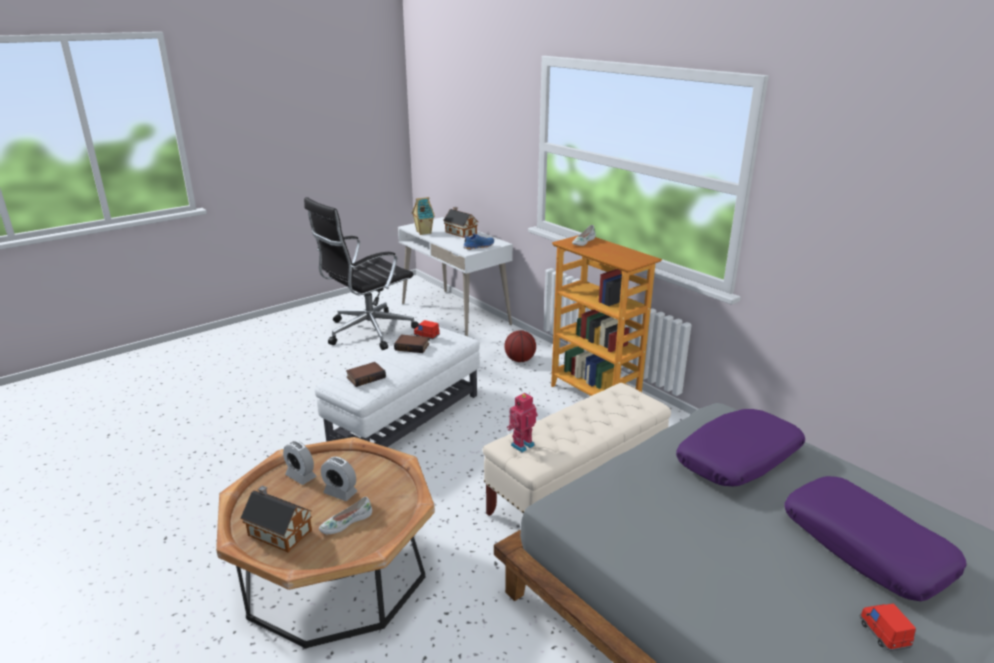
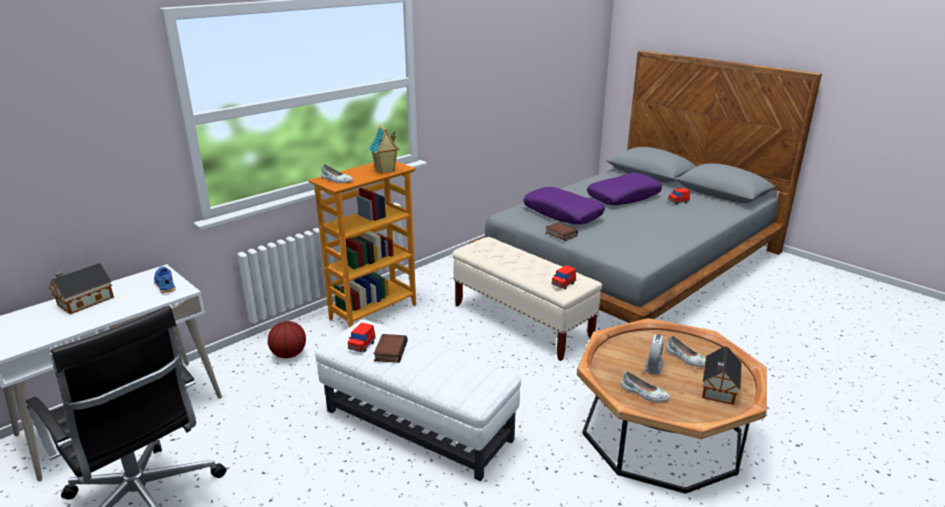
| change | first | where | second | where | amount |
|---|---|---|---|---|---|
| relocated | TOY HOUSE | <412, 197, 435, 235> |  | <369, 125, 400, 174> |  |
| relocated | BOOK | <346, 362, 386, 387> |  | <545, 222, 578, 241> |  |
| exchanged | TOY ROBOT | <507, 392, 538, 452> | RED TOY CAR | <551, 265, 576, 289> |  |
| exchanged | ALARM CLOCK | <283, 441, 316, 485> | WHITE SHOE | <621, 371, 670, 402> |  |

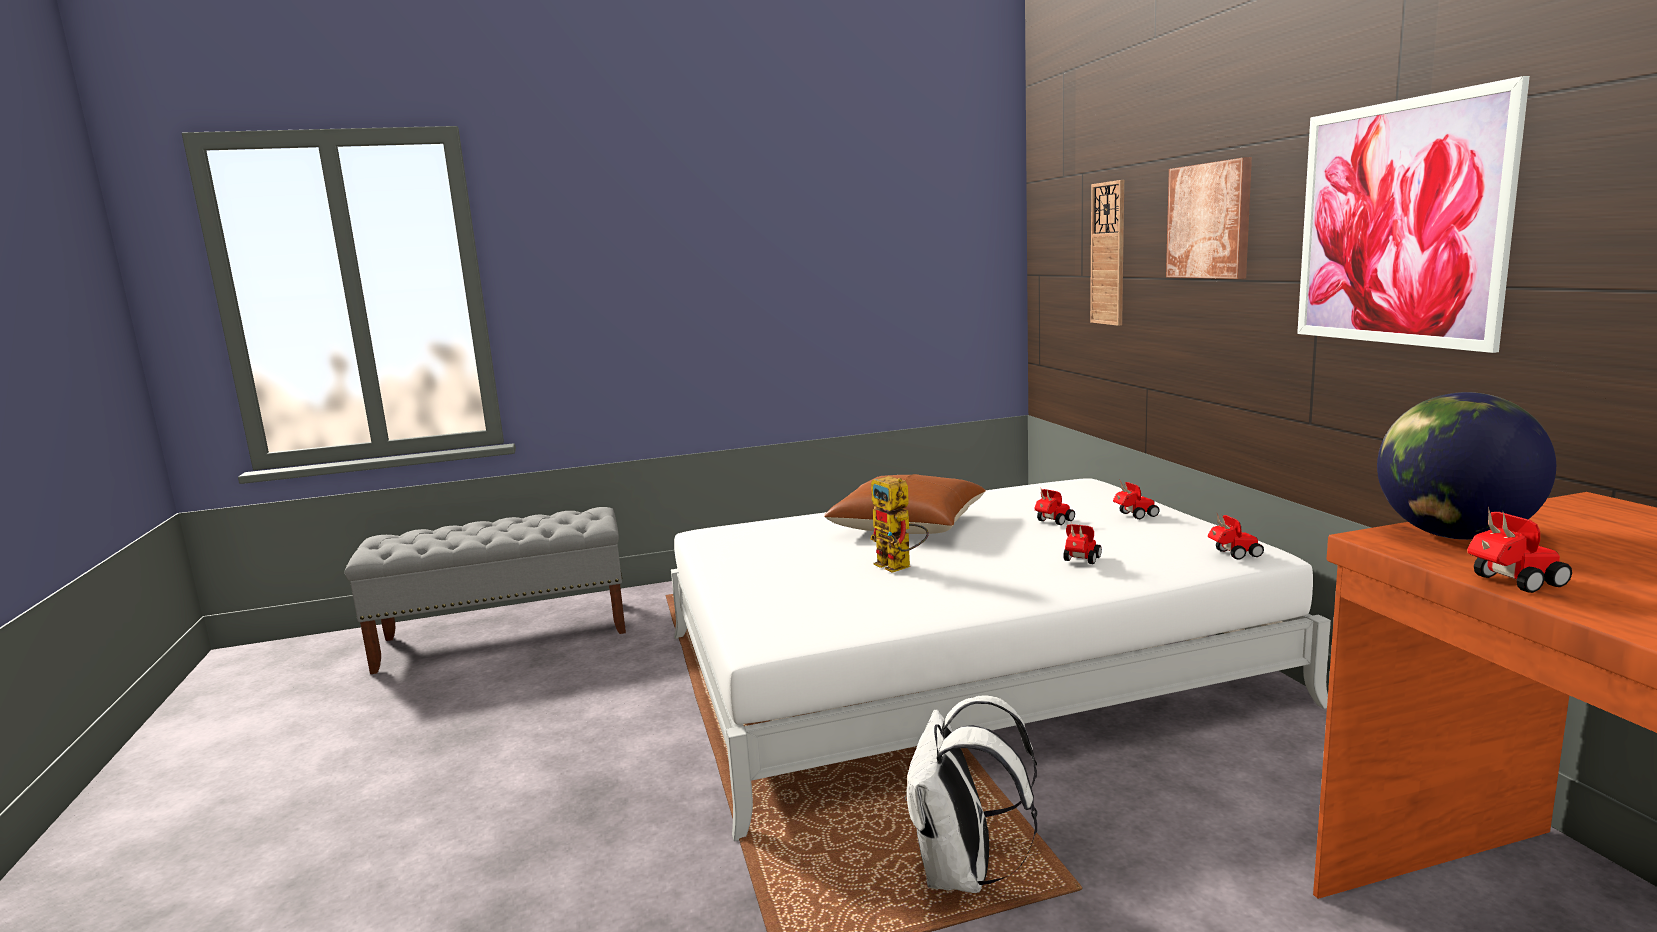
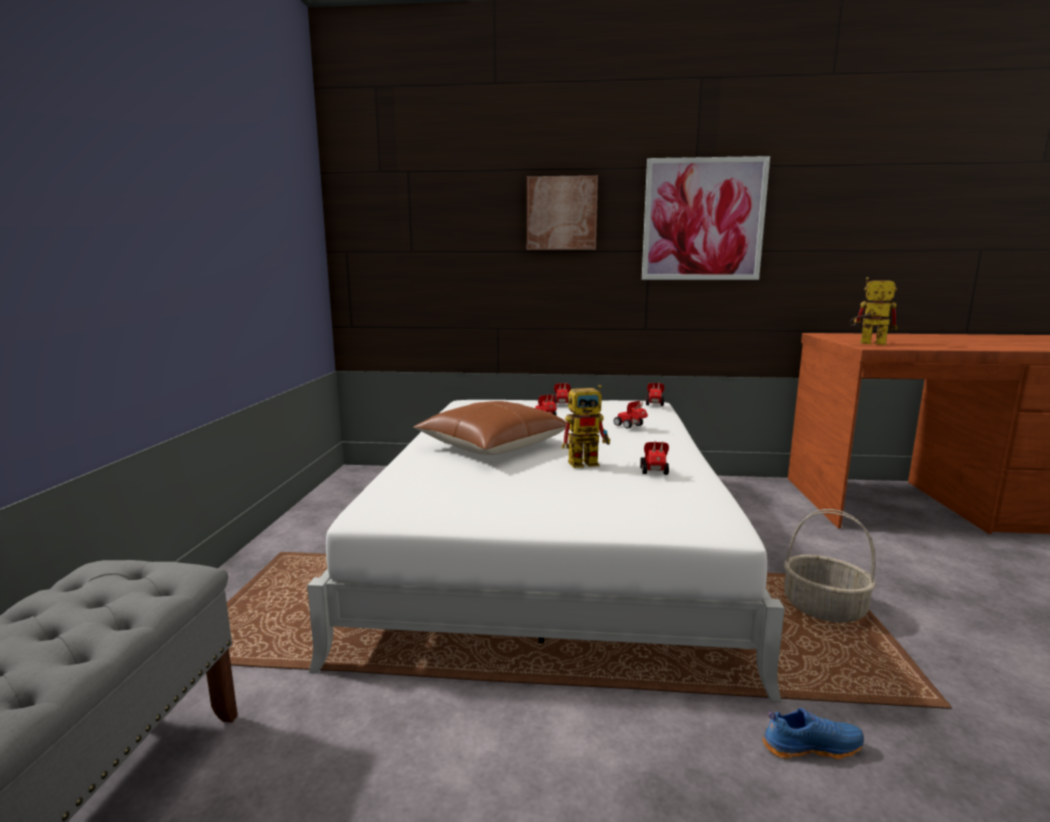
| change | first | where | second | where | amount |
|---|---|---|---|---|---|
| relocated | TOY CAR | <1468, 507, 1572, 593> |  | <640, 441, 669, 475> |  |
| appeared |  |  | BLUE SHOE | <763, 708, 864, 760> |  |
| exchanged | WHITE BACKPACK | <905, 695, 1037, 893> | BASKET | <784, 509, 876, 623> |  |
| exchanged | GLOBE | <1377, 392, 1556, 540> | TOY ROBOT | <849, 277, 897, 345> |  |
| missing | WALL CLOCK | <1090, 180, 1124, 326> |  |  |  |

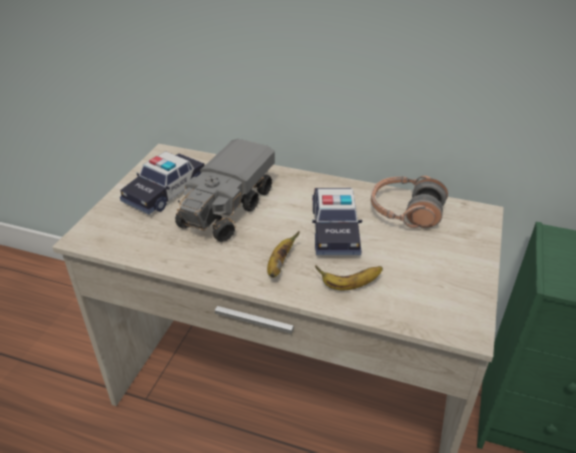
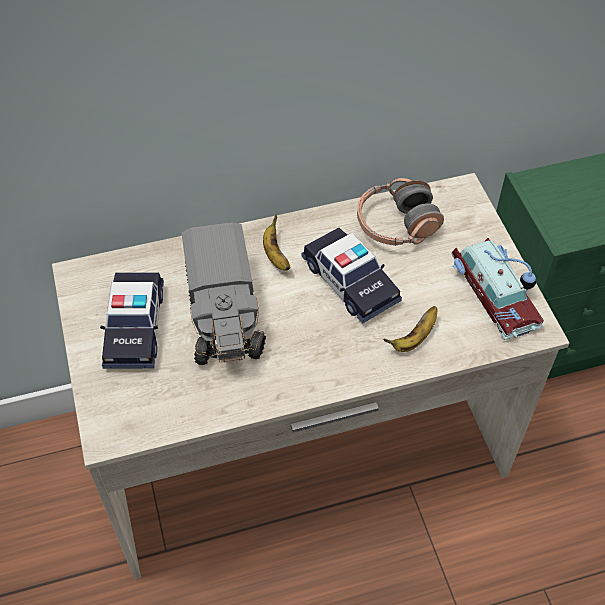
| change | first | where | second | where | amount |
|---|---|---|---|---|---|
| relocated | BANANA | <267, 231, 300, 278> |  | <263, 214, 290, 271> |  |
| appeared |  |  | TOY CAR | <452, 238, 544, 340> |  |

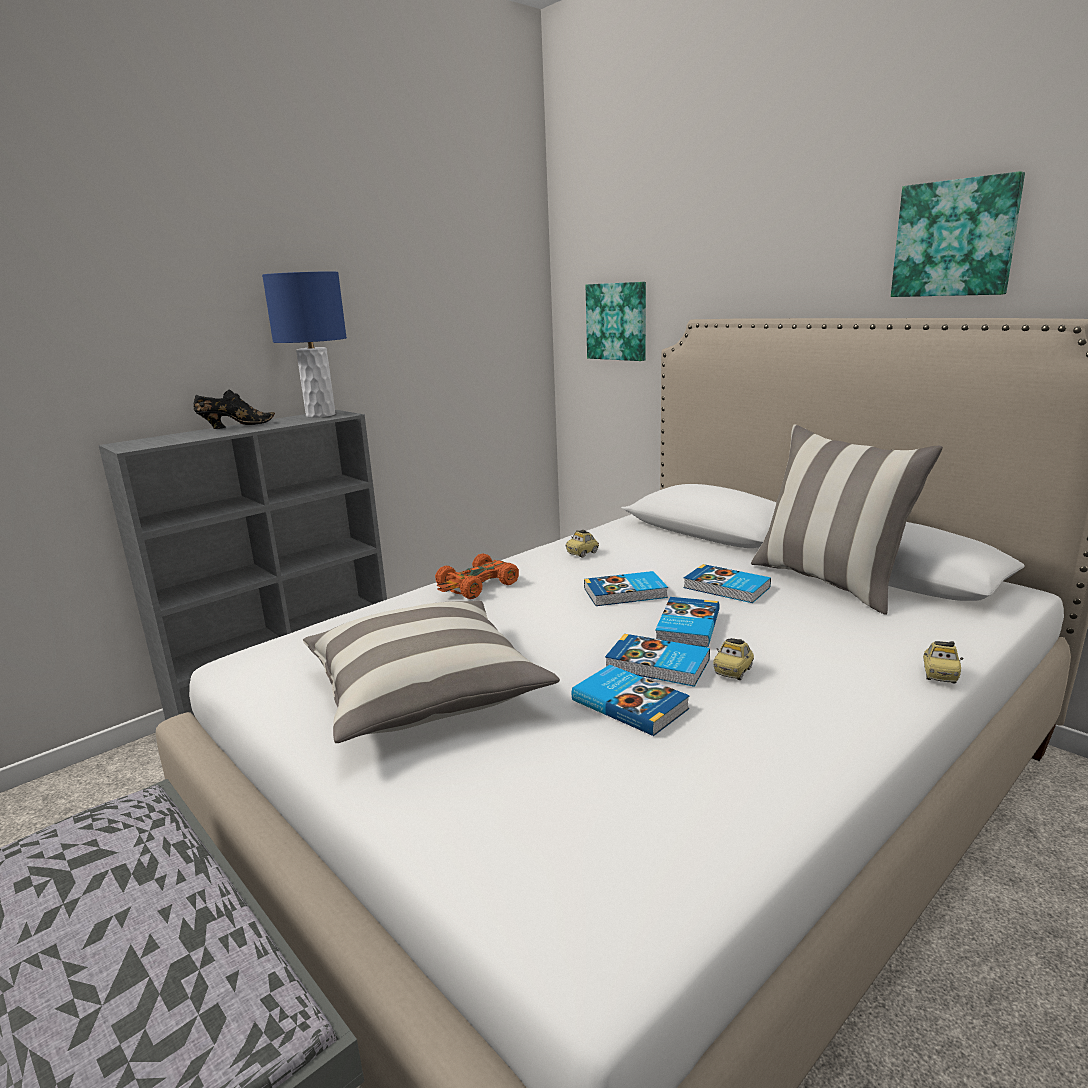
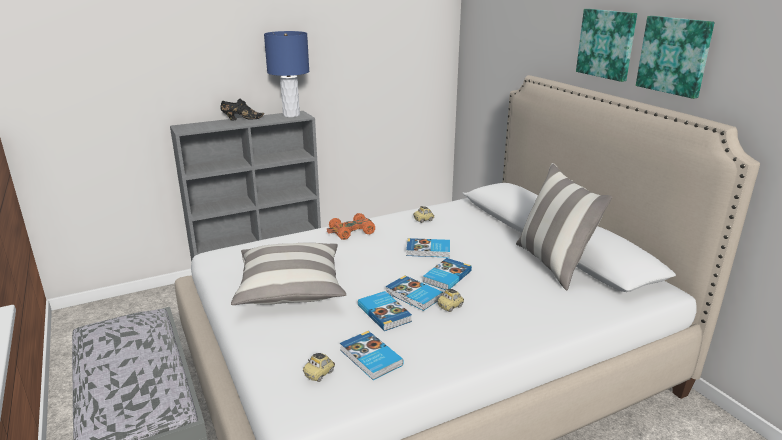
| change | first | where | second | where | amount |
|---|---|---|---|---|---|
| relocated | TOY CAR | <923, 641, 963, 683> |  | <303, 353, 335, 382> |  |
| relocated | BOOK | <683, 564, 771, 603> |  | <340, 331, 404, 380> |  |
| relocated | PICTURE | <586, 282, 646, 361> |  | <576, 9, 637, 82> |  |

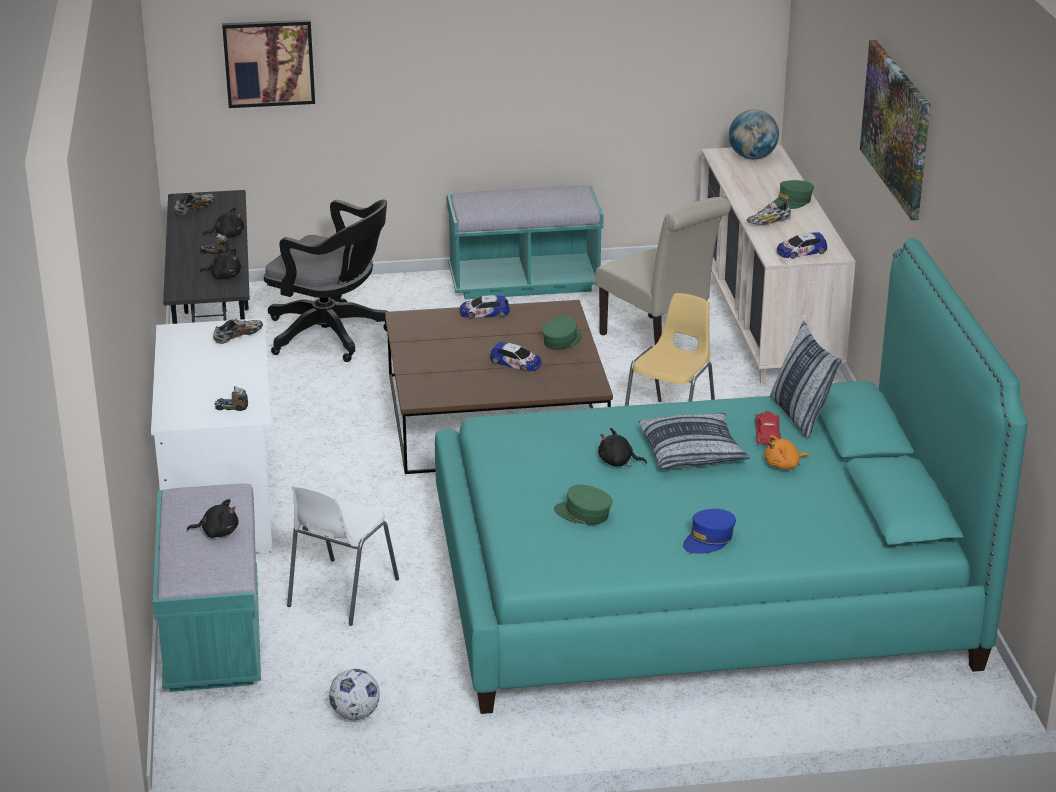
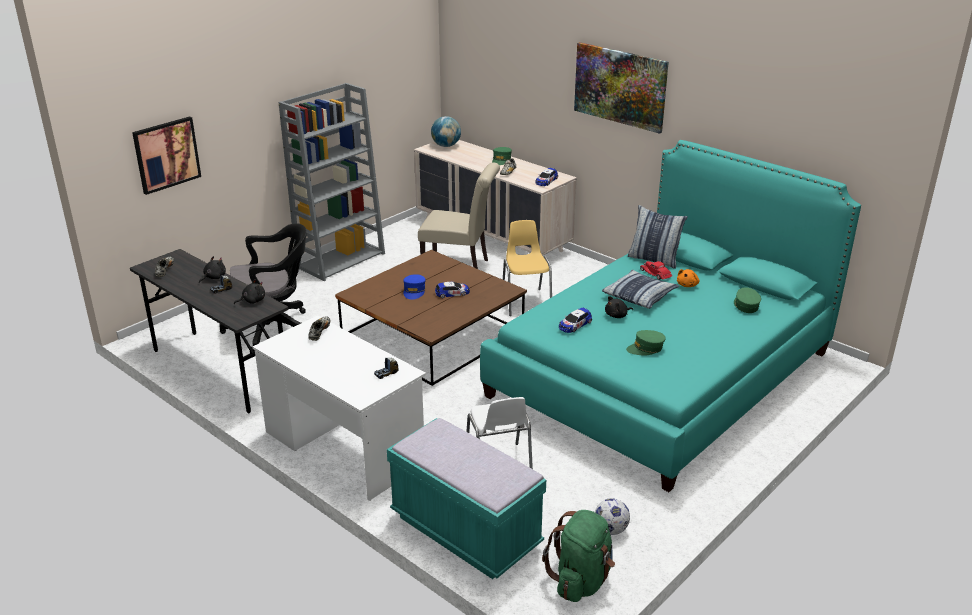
| change | first | where | second | where | amount |
|---|---|---|---|---|---|
| exchanged | TURQUOISE BENCH | <447, 185, 604, 299> | GREY BOOKCASE | <278, 83, 385, 281> |  |
| relocated | BLUE CAP | <683, 509, 736, 554> |  | <403, 274, 426, 300> |  |
| appeared |  |  | GREEN BACKPACK | <542, 510, 615, 602> |  |
| relocated | TOY CAR | <460, 295, 510, 319> |  | <559, 308, 592, 333> |  |
| relocated | GREEN CAP | <542, 316, 582, 350> |  | <734, 287, 761, 313> |  |
| missing | BLACK PLUSH TOY | <187, 499, 239, 538> |  |  |  |

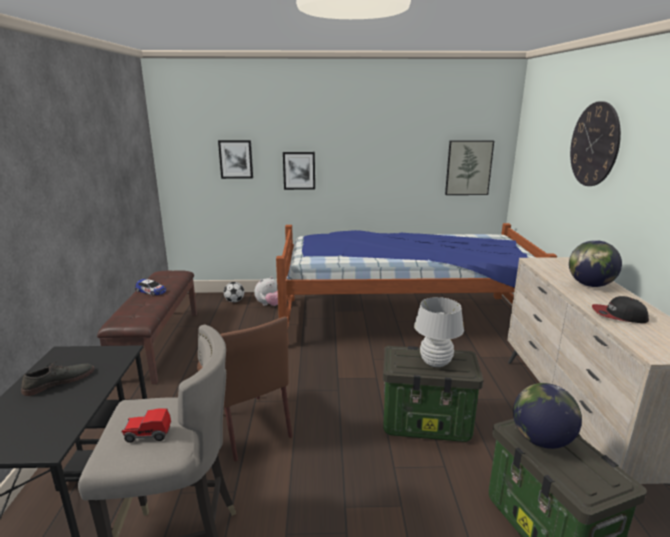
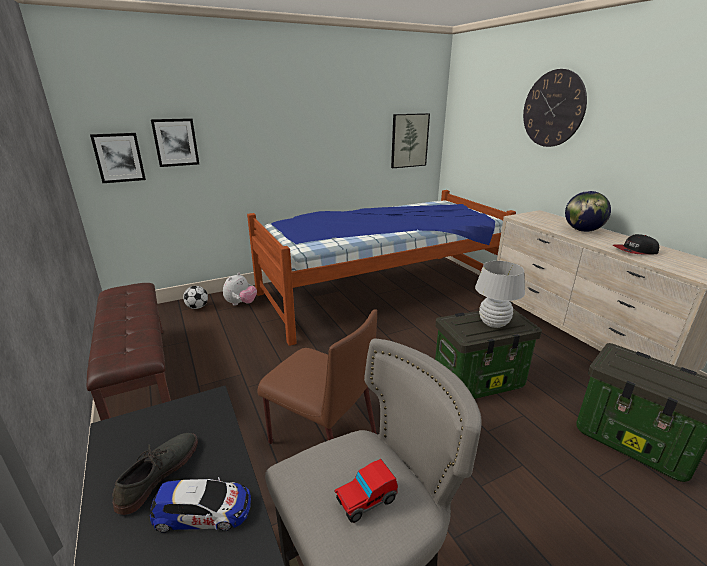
| change | first | where | second | where | amount |
|---|---|---|---|---|---|
| relocated | PICTURE | <283, 152, 315, 190> |  | <90, 133, 146, 183> |  |
| relocated | TOY CAR | <135, 279, 166, 296> |  | <150, 477, 251, 533> |  |
| missing | GLOBE | <513, 383, 582, 449> |  |  |  |

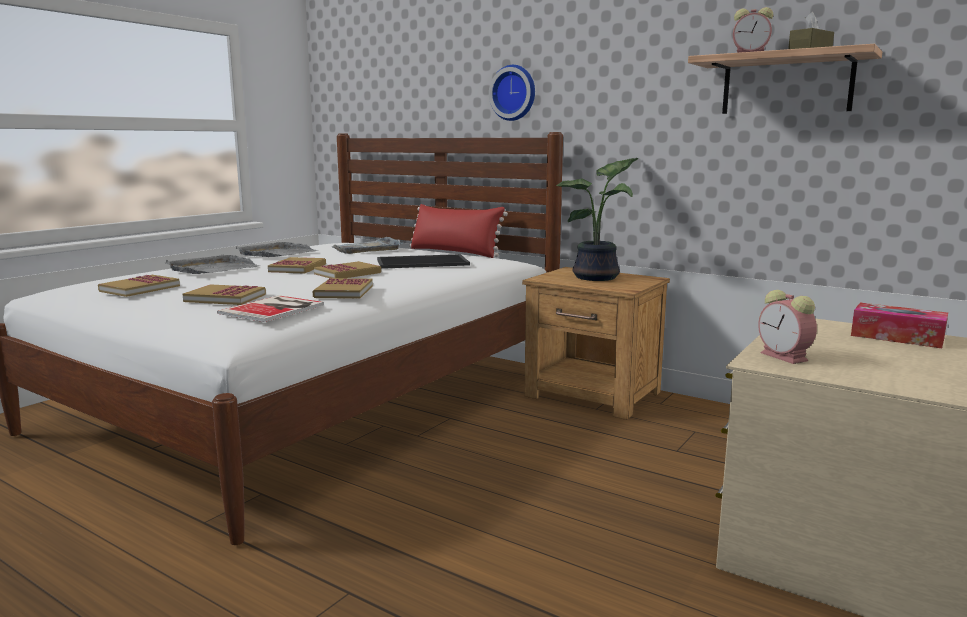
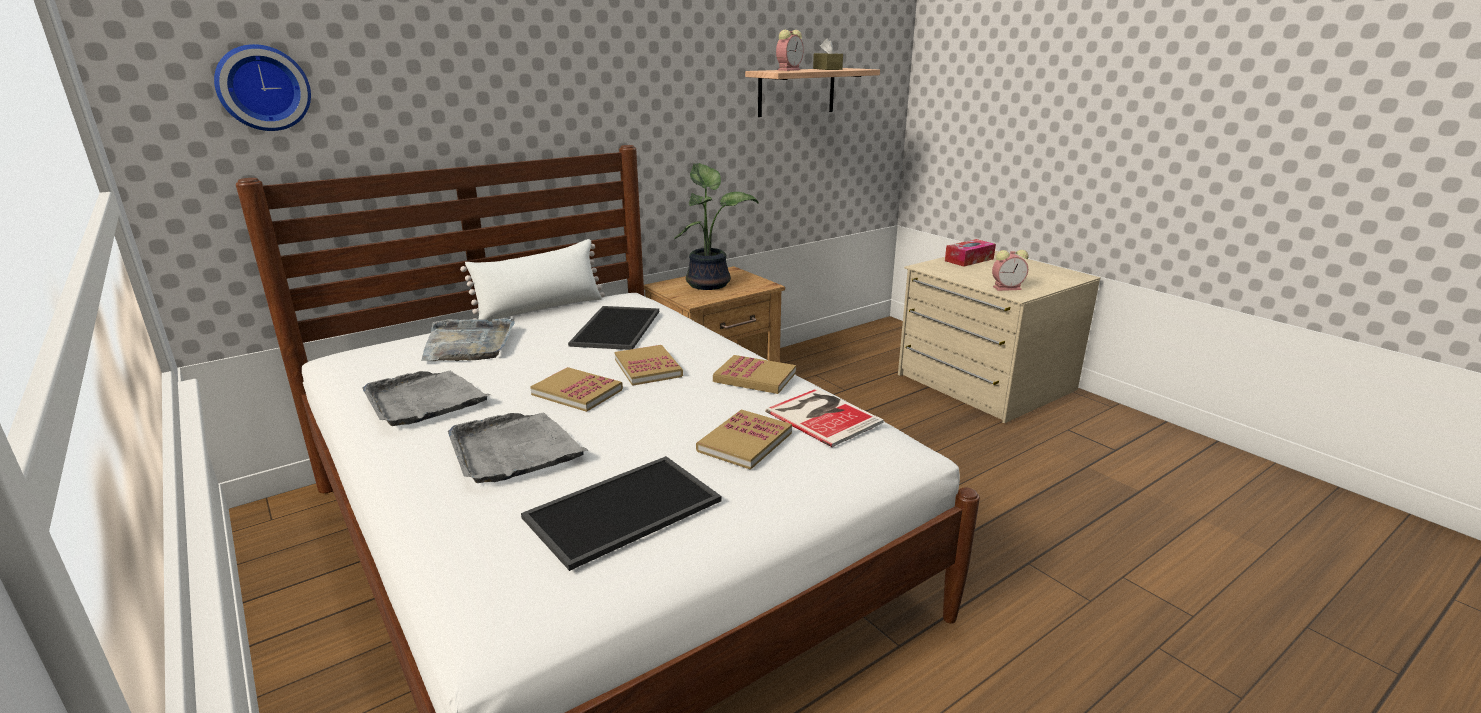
| change | first | where | second | where | amount |
|---|---|---|---|---|---|
| relocated | WALL CLOCK | <489, 65, 535, 121> |  | <214, 44, 311, 131> |  |
| colour | RED PILLOW | <409, 204, 508, 258> | WHITE PILLOW | <460, 239, 605, 322> |  |
| exchanged | BOOK | <98, 275, 180, 297> | TRAY | <521, 456, 722, 571> |  |

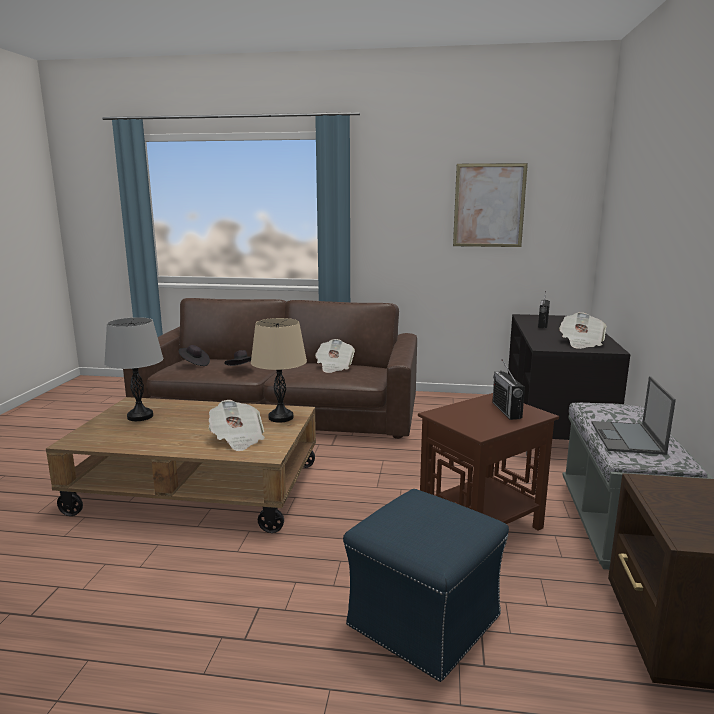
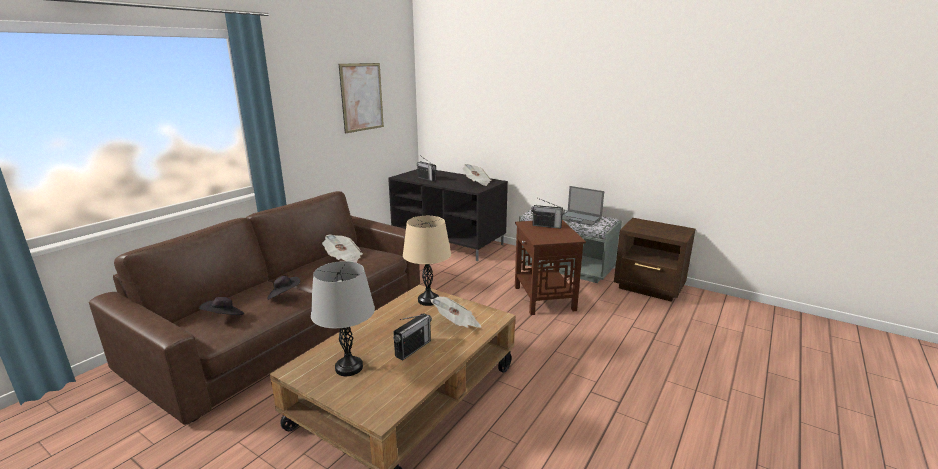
| change | first | where | second | where | amount |
|---|---|---|---|---|---|
| appeared |  |  | RADIO | <393, 314, 432, 360> |  |
| missing | BLUE OTTOMAN | <343, 489, 509, 682> |  |  |  |

